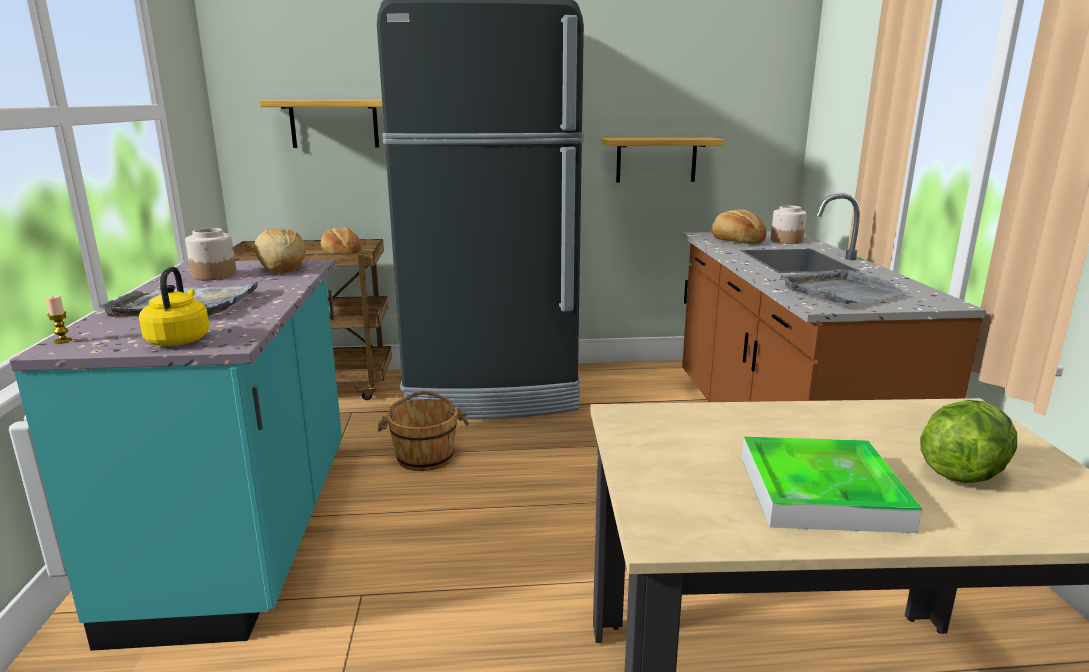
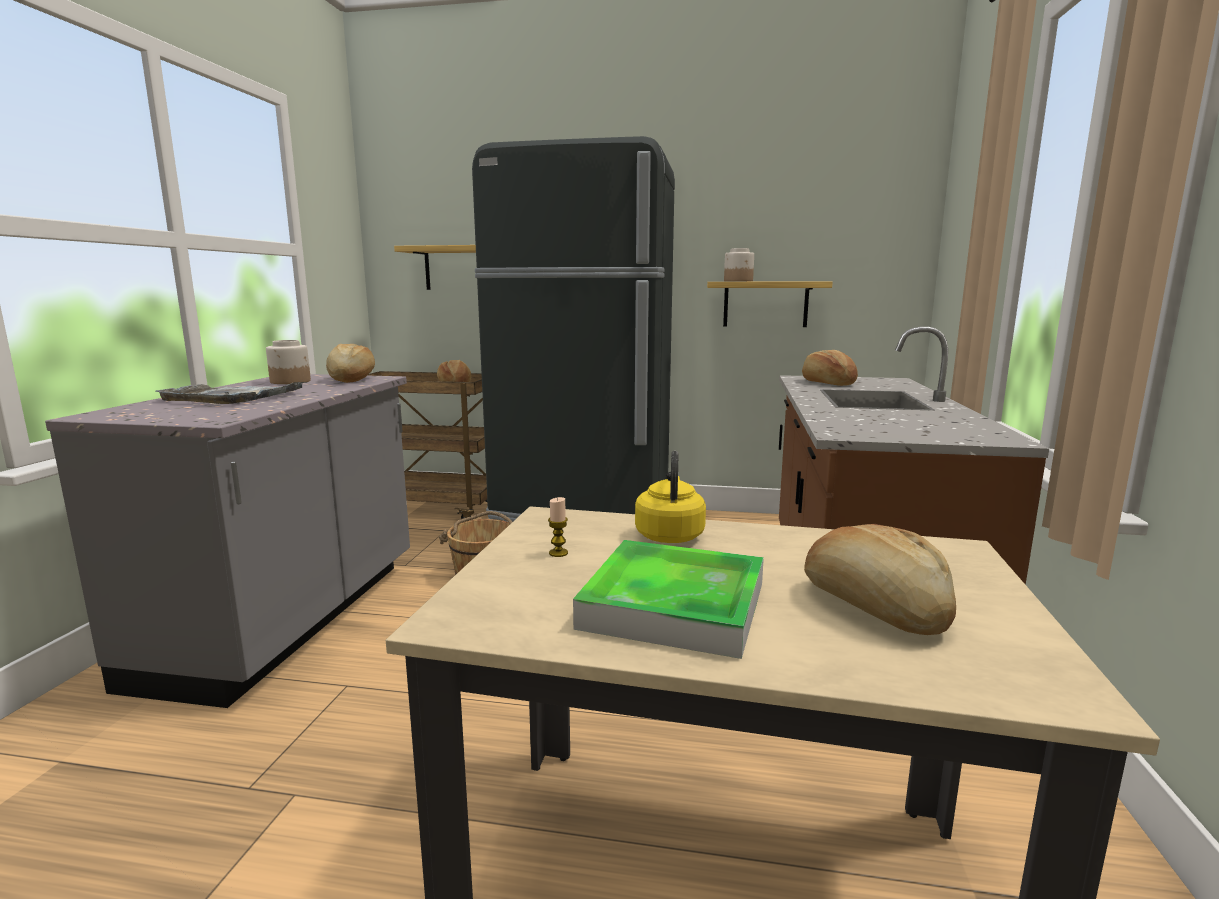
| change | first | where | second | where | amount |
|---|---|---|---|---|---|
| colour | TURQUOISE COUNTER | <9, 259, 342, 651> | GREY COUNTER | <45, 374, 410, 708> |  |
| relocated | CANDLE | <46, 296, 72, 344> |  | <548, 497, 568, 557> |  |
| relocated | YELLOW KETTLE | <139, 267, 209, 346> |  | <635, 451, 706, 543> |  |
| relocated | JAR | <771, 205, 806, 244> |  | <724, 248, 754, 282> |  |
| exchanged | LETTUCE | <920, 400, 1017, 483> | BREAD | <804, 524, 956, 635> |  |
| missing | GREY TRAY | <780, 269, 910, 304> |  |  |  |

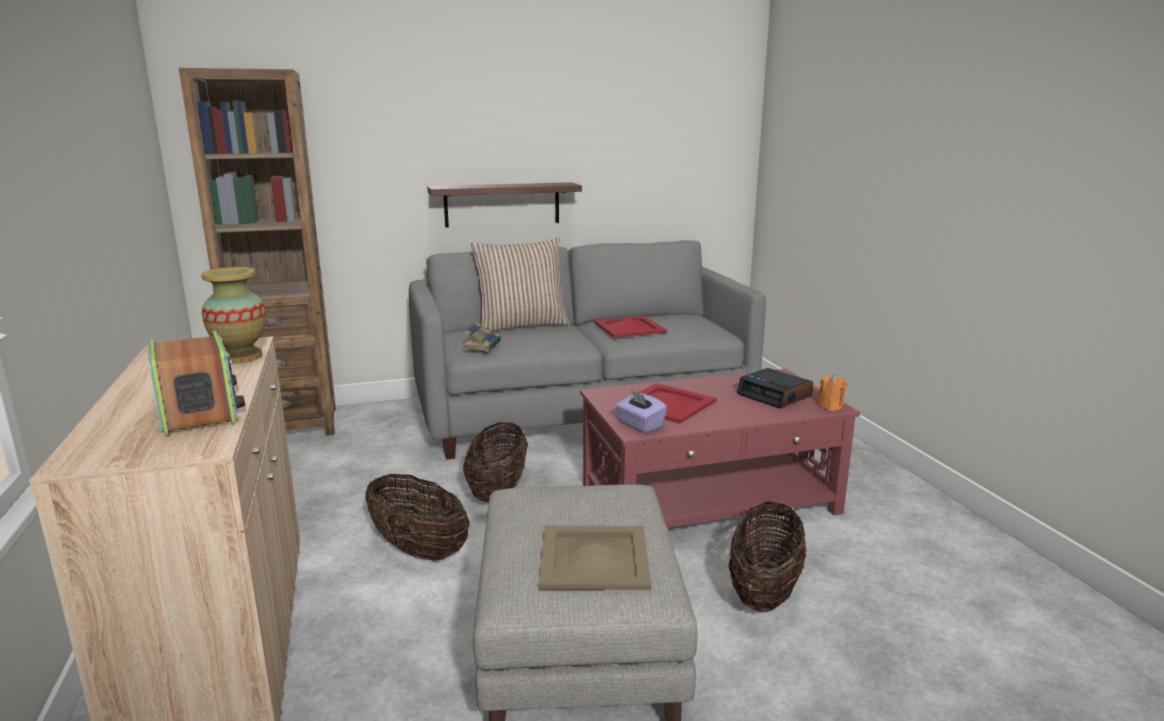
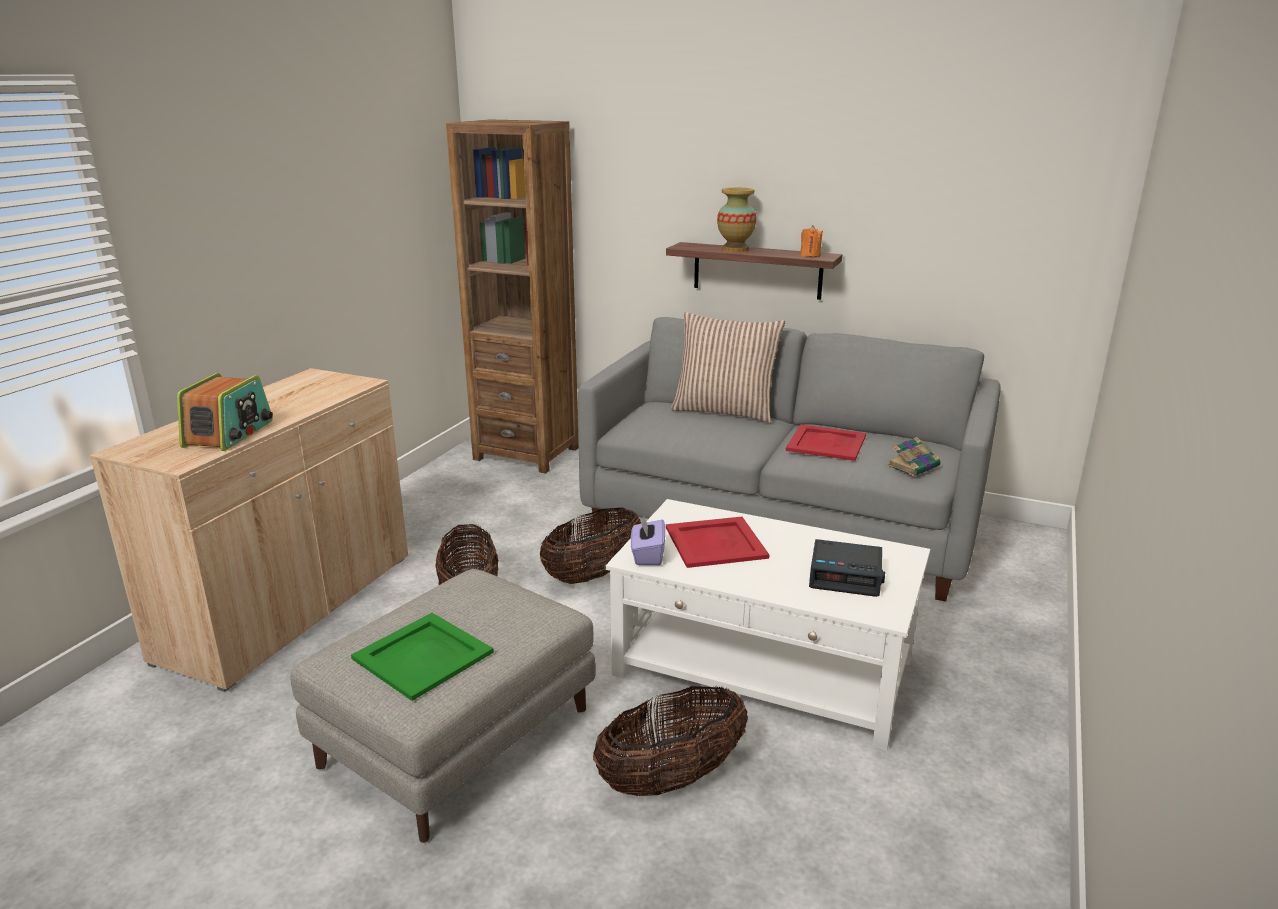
| change | first | where | second | where | amount |
|---|---|---|---|---|---|
| colour | BEIGE TRAY | <538, 526, 651, 590> | GREEN TRAY | <351, 613, 494, 701> |  |
| colour | RED COFFEE TABLE | <580, 369, 860, 528> | WHITE COFFEE TABLE | <606, 499, 930, 751> |  |
| relocated | VASE | <201, 267, 267, 364> |  | <717, 188, 757, 252> |  |
| relocated | ORANGE CANDLE | <818, 374, 847, 411> |  | <800, 225, 823, 257> |  |
| spun | ALARM CLOCK | <737, 368, 813, 408> |  | <809, 539, 885, 597> | 75 degrees counterclockwise |
| relocated | BOOK | <462, 323, 501, 352> |  | <887, 437, 940, 476> |  |

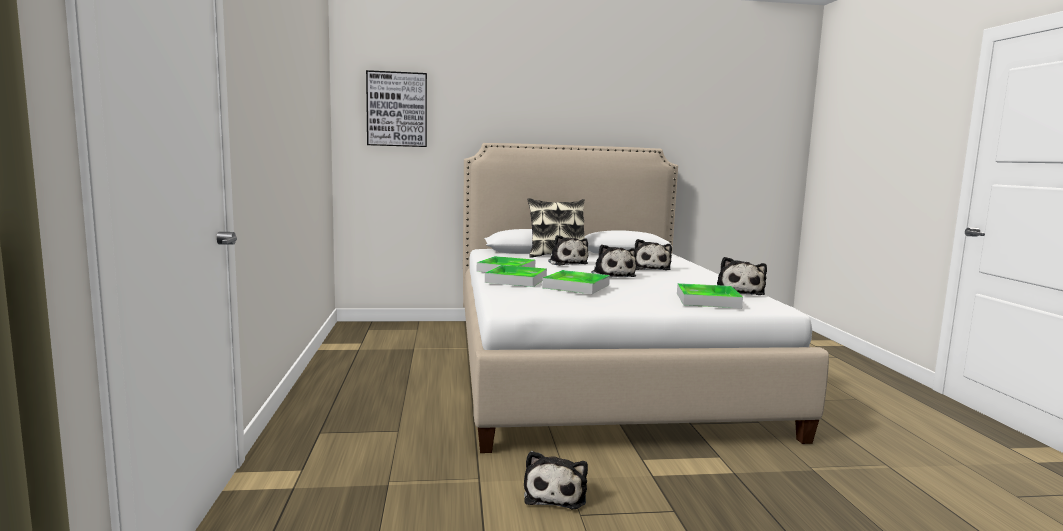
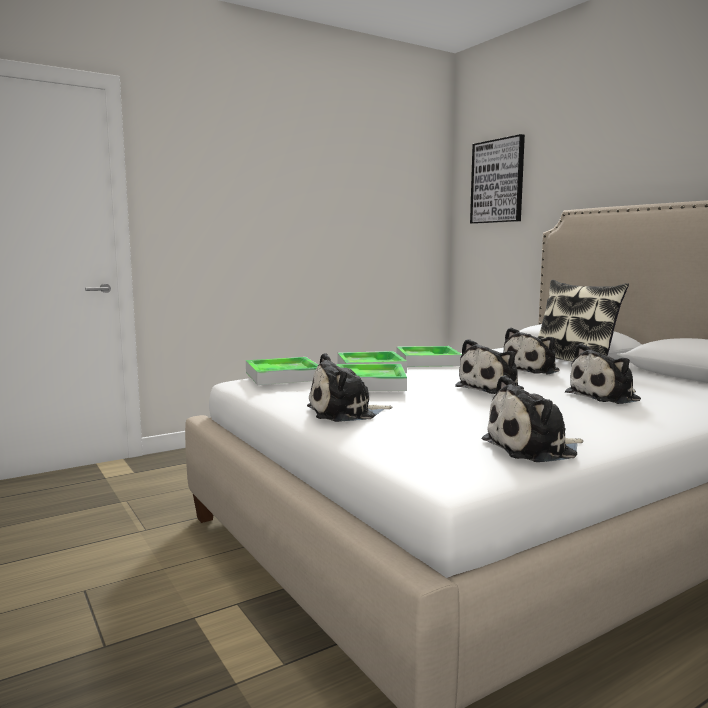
| change | first | where | second | where | amount |
|---|---|---|---|---|---|
| relocated | TRAY | <677, 283, 743, 308> |  | <246, 357, 318, 385> |  |
| relocated | PLUSH TOY | <524, 451, 588, 509> |  | <307, 353, 393, 422> |  |

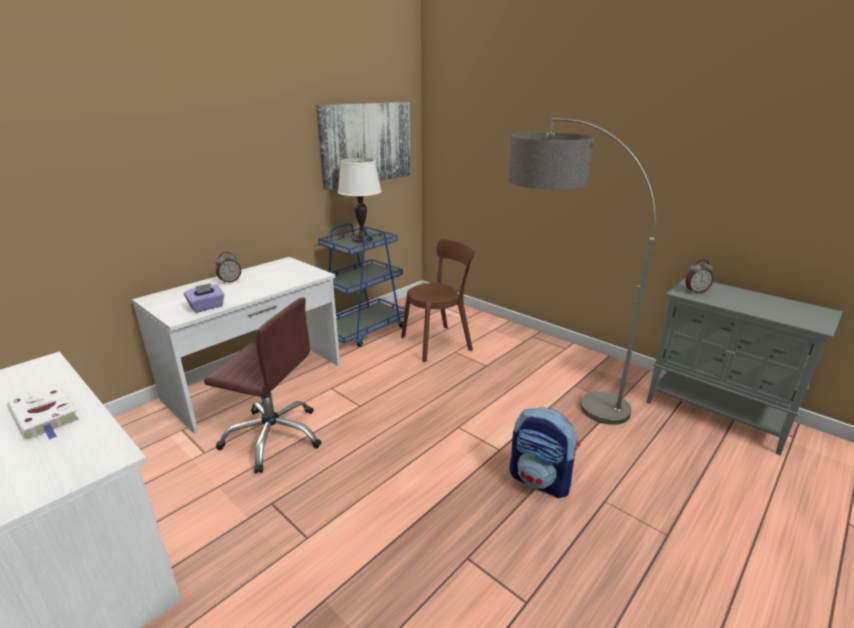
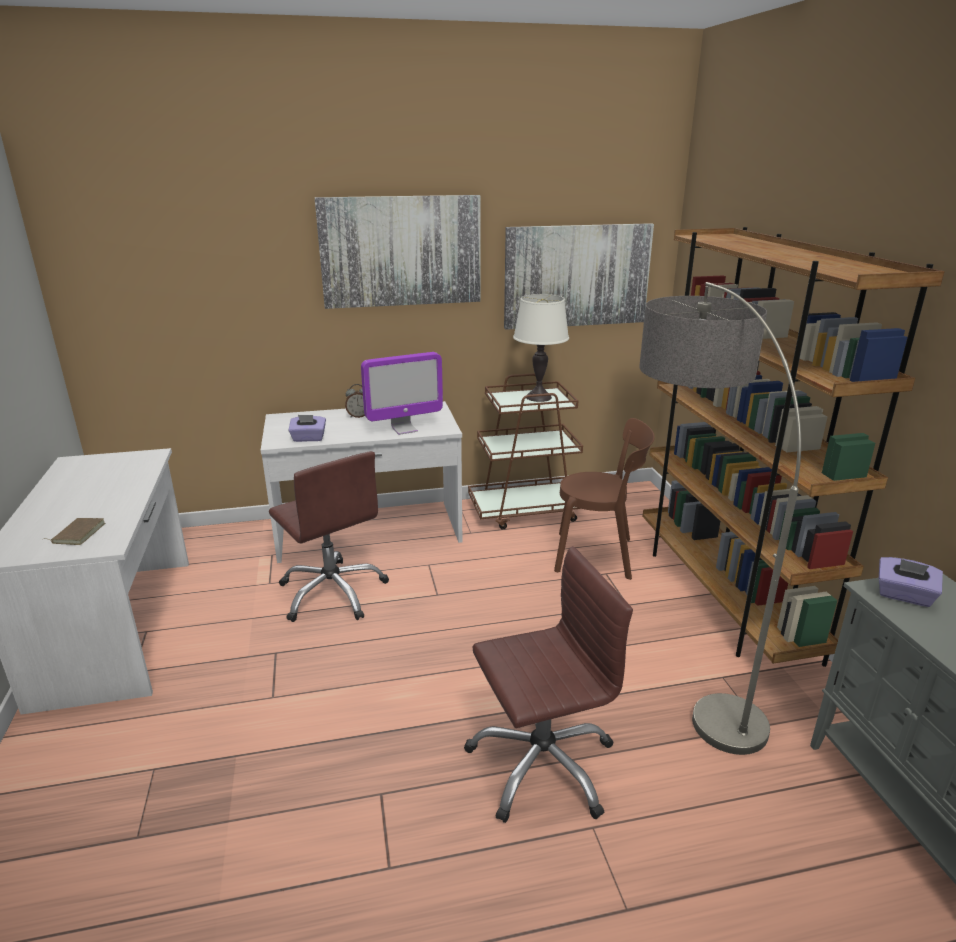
| change | first | where | second | where | amount |
|---|---|---|---|---|---|
| appeared |  |  | BROWN BOOK | <44, 518, 105, 545> |  |
| appeared |  |  | PICTURE | <315, 195, 481, 309> |  |
| appeared |  |  | MONITOR | <361, 352, 443, 435> |  |
| exchanged | BACKPACK | <509, 407, 580, 498> | BROWN OFFICE CHAIR | <464, 546, 633, 823> |  |
| colour | BLUE CART | <318, 223, 409, 347> | BROWN CART | <468, 373, 583, 529> |  |
| appeared |  |  | BROWN BOOKCASE | <642, 227, 945, 667> |  |
| exchanged | ALARM CLOCK | <685, 259, 713, 293> | PURPLE TISSUE BOX | <879, 557, 943, 607> |  |
| missing | WHITE BOOK | <7, 385, 80, 440> |  |  |  |

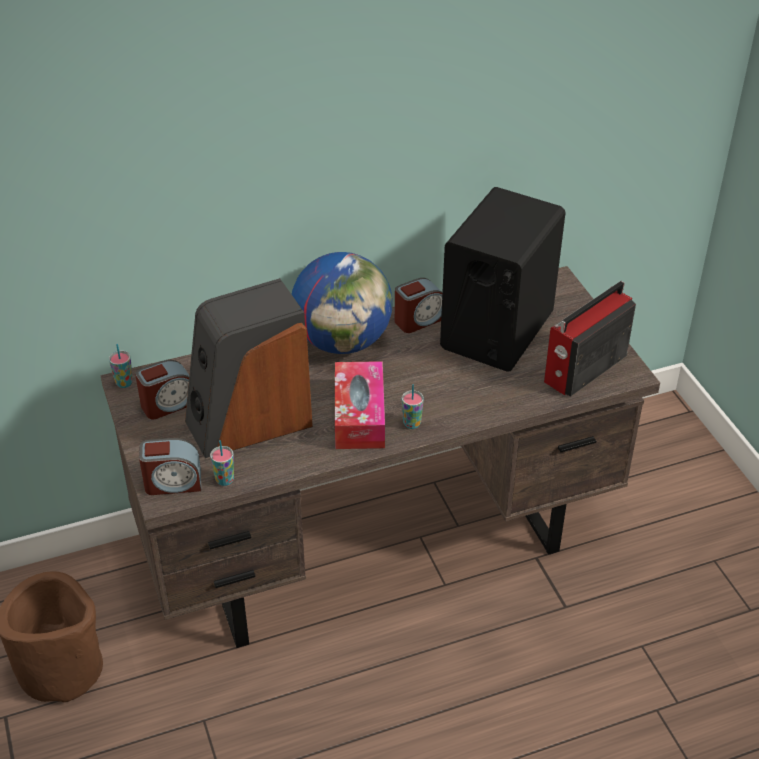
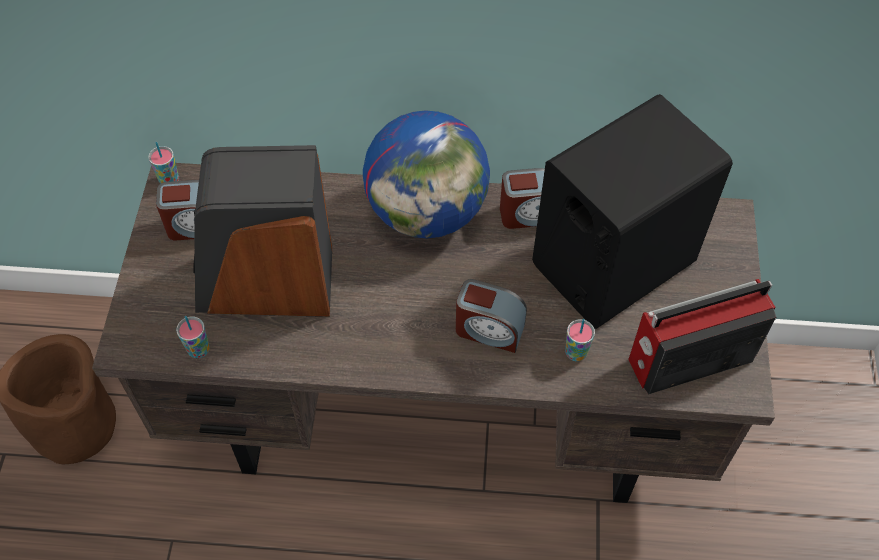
| change | first | where | second | where | amount |
|---|---|---|---|---|---|
| relocated | ALARM CLOCK | <139, 438, 201, 495> |  | <456, 279, 527, 353> |  |
| relocated | CUP | <402, 384, 424, 429> |  | <565, 319, 595, 361> |  |
| missing | TISSUE BOX | <335, 361, 385, 449> |  |  |  |

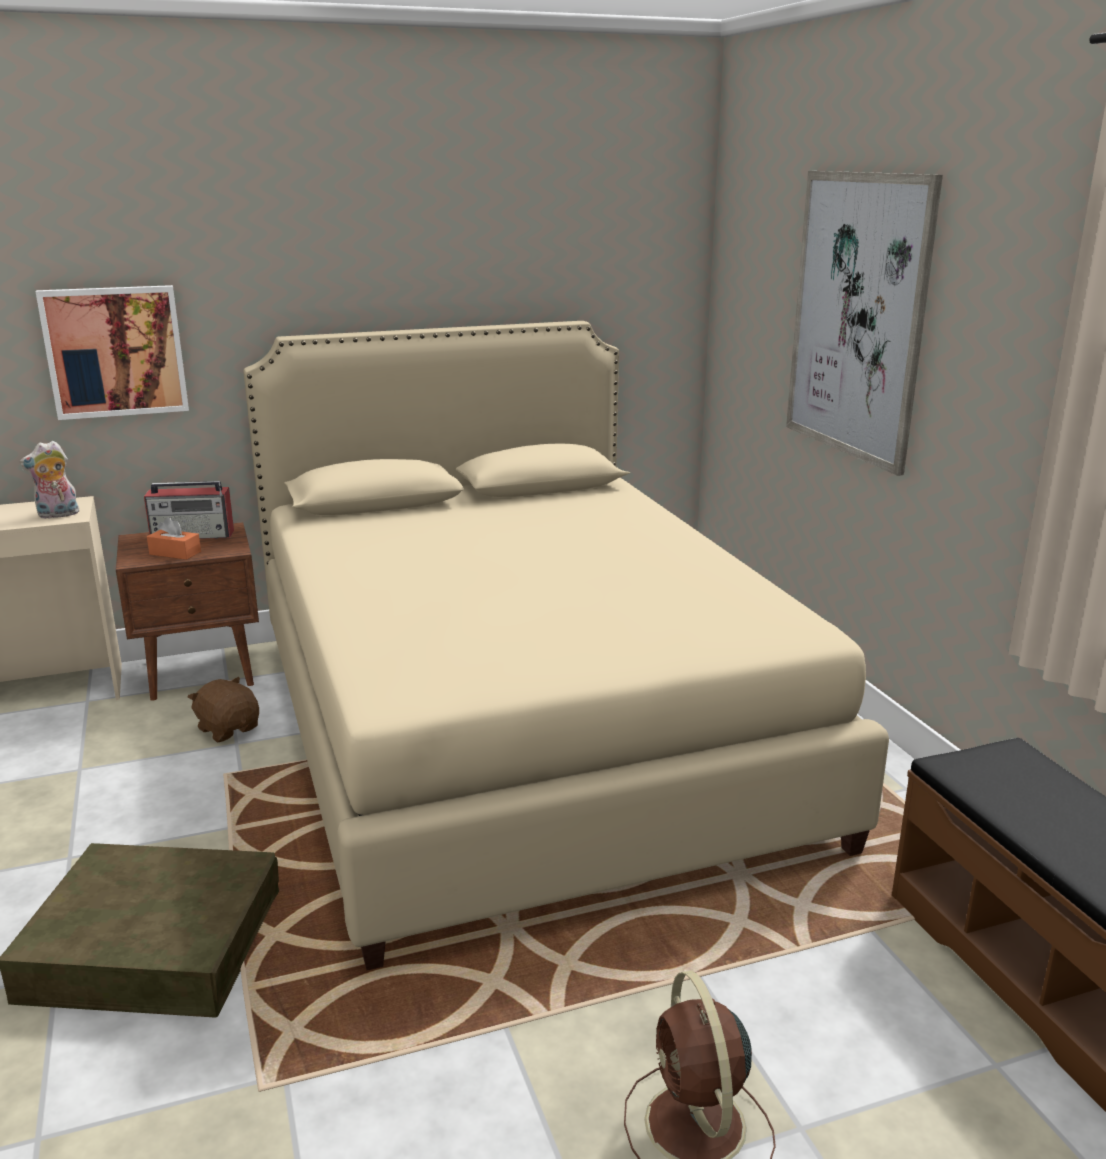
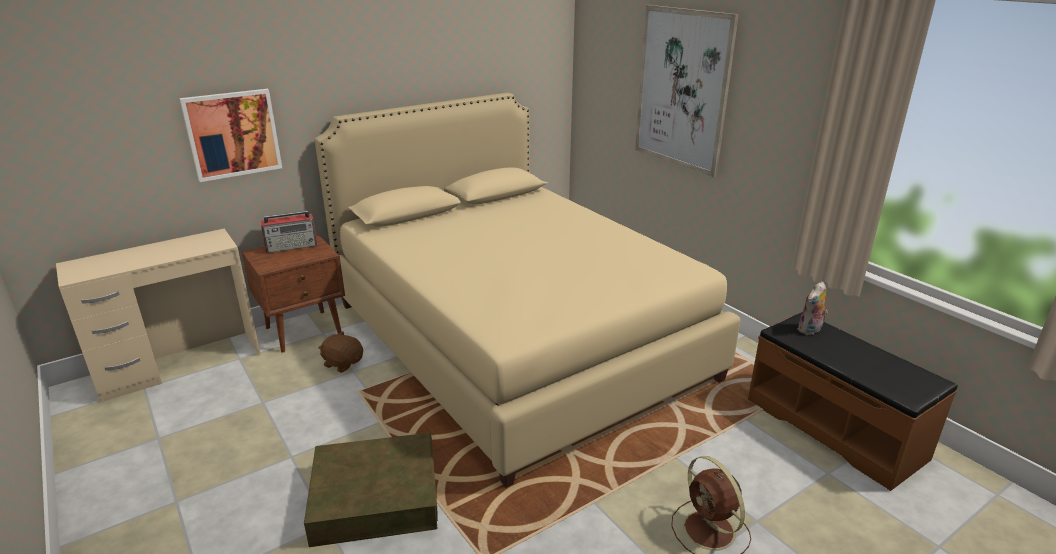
| change | first | where | second | where | amount |
|---|---|---|---|---|---|
| relocated | PLUSH TOY | <20, 441, 79, 519> |  | <798, 281, 828, 335> |  |
| missing | ORANGE TISSUE BOX | <147, 517, 201, 560> |  |  |  |

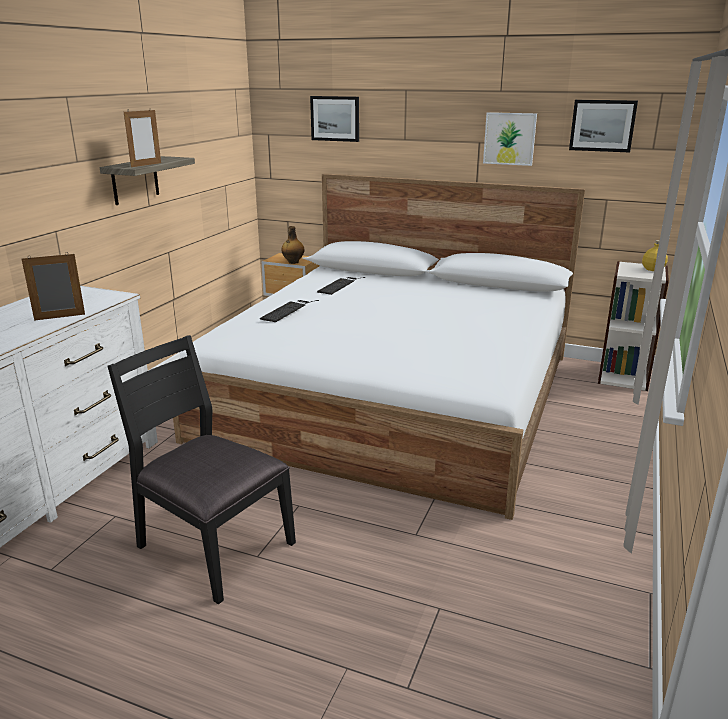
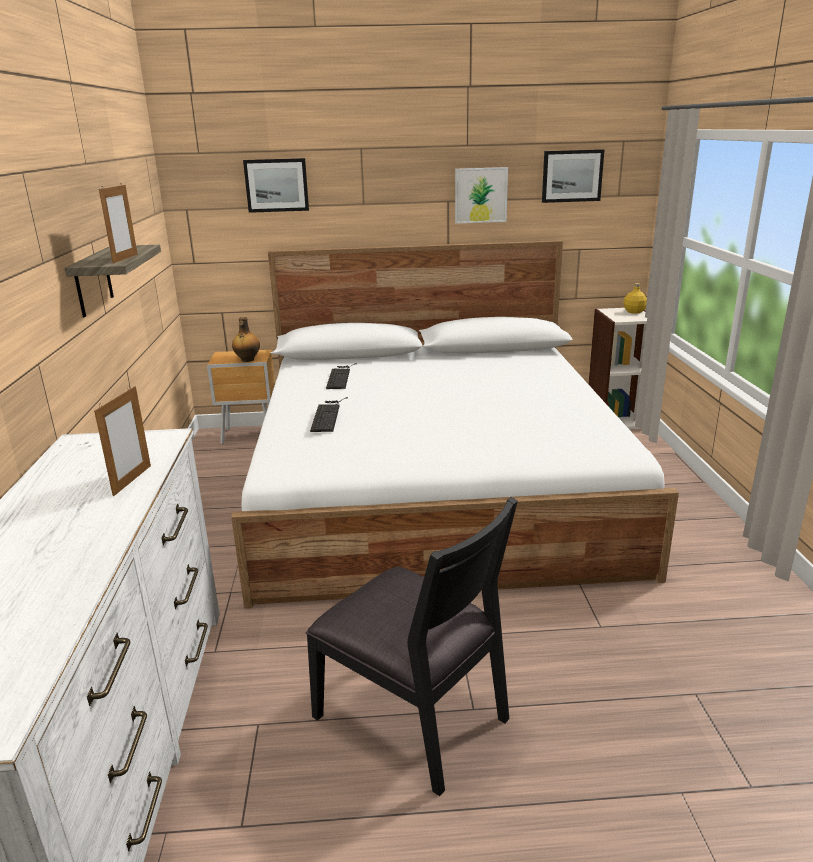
| change | first | where | second | where | amount |
|---|---|---|---|---|---|
| spun | PICTURE FRAME | <21, 252, 85, 321> |  | <94, 386, 151, 496> | 150 degrees clockwise |
| spun | BLACK CHAIR | <107, 335, 296, 605> |  | <306, 497, 518, 796> | 150 degrees counterclockwise |

